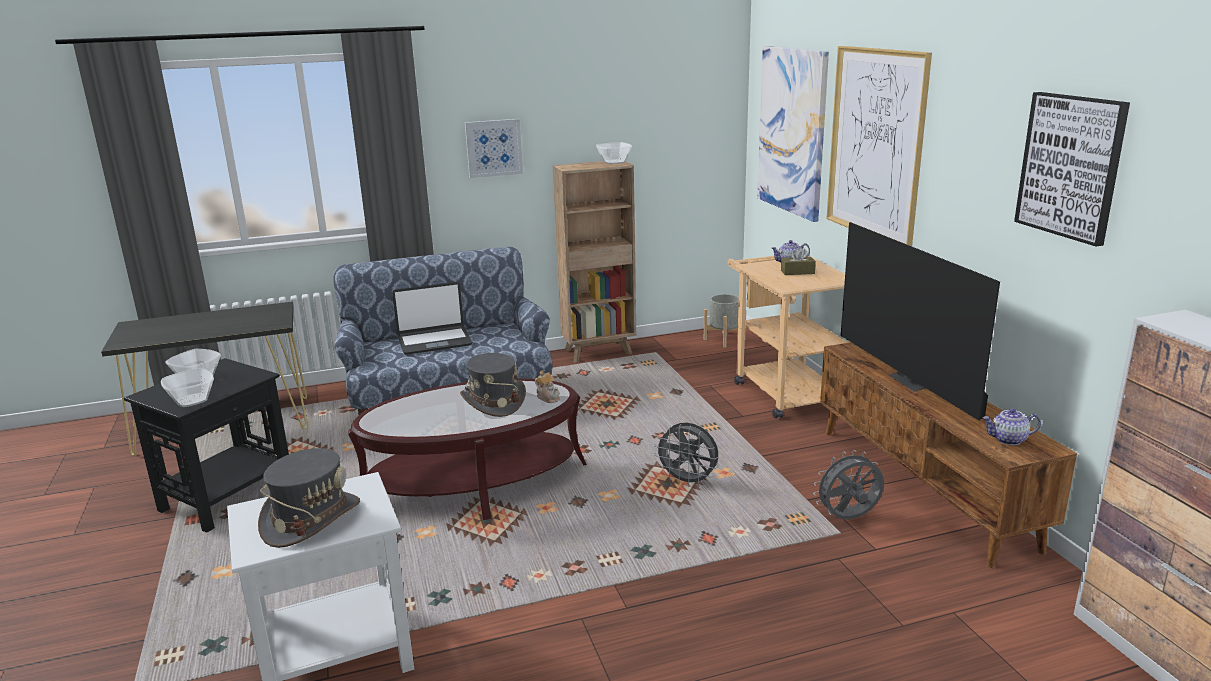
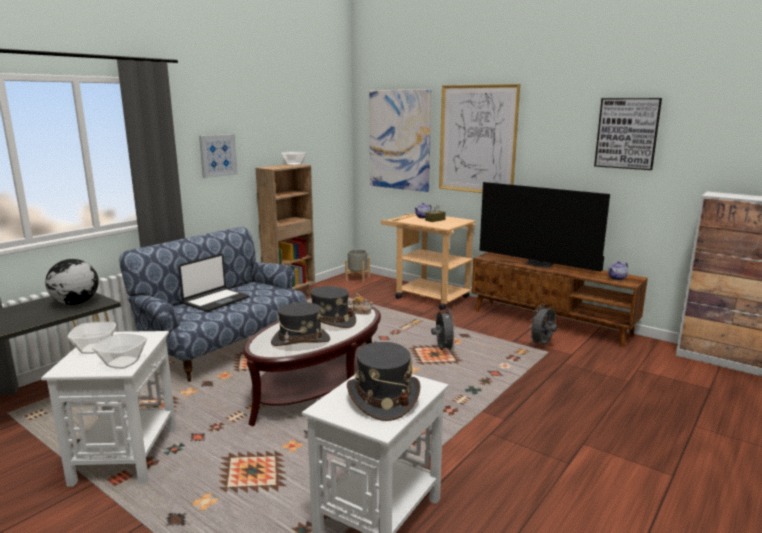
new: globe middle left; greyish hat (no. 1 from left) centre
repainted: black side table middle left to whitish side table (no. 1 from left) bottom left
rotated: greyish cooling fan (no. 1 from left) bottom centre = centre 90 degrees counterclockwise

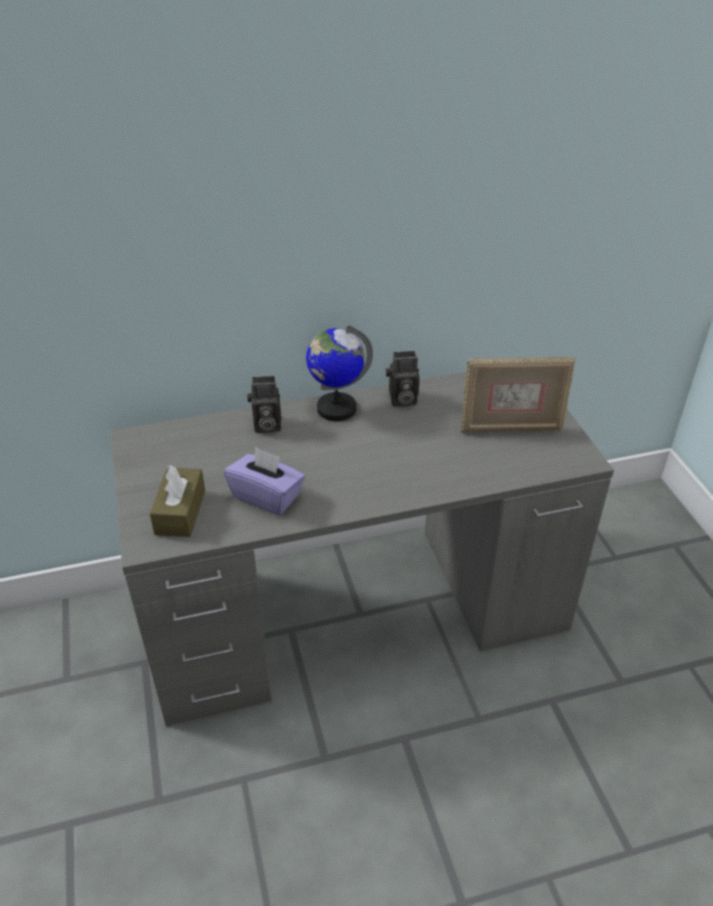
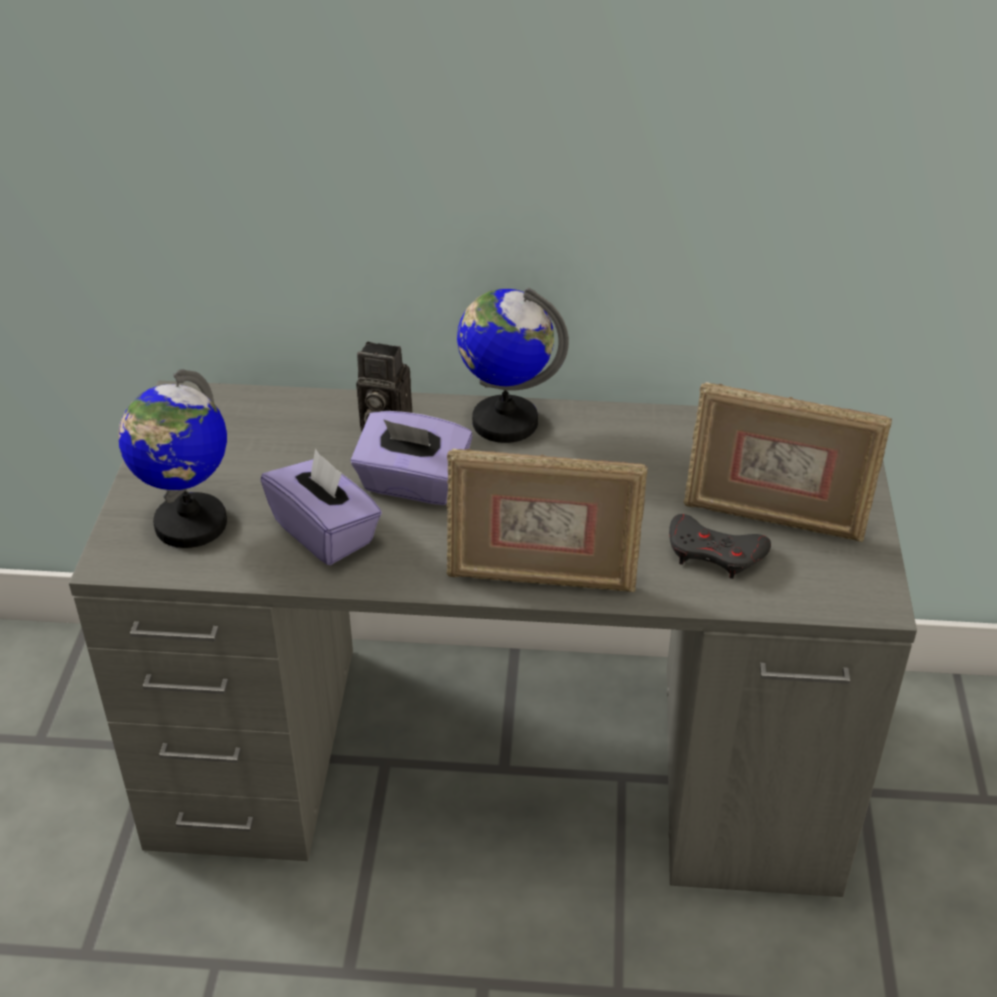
gone: still camera (no. 2 from left) centre
new: purple tissue holder (no. 2 from left) centre; standing frame (no. 1 from left) centre; greyish joypad middle right
swapped: brownish tissue holder middle left to globe (no. 1 from left) middle left

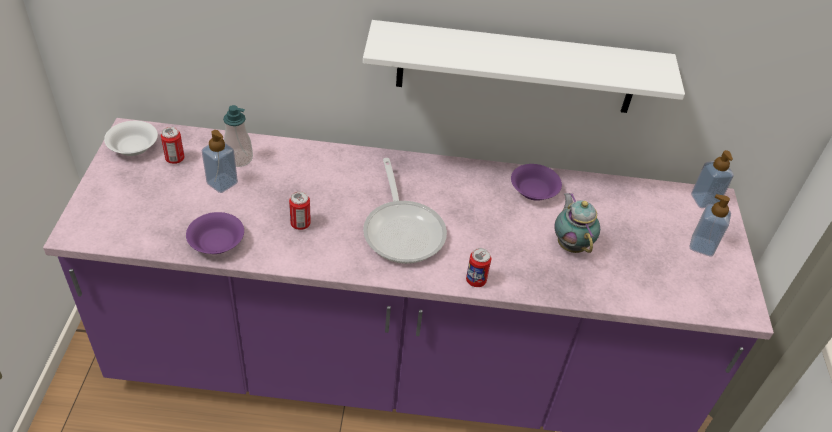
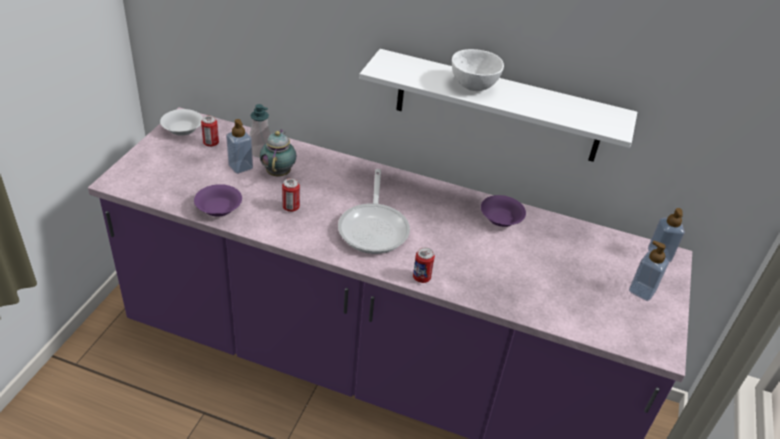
new: whitish deep dish (no. 2 from left) top centre
shifted: tea pot middle right to centre

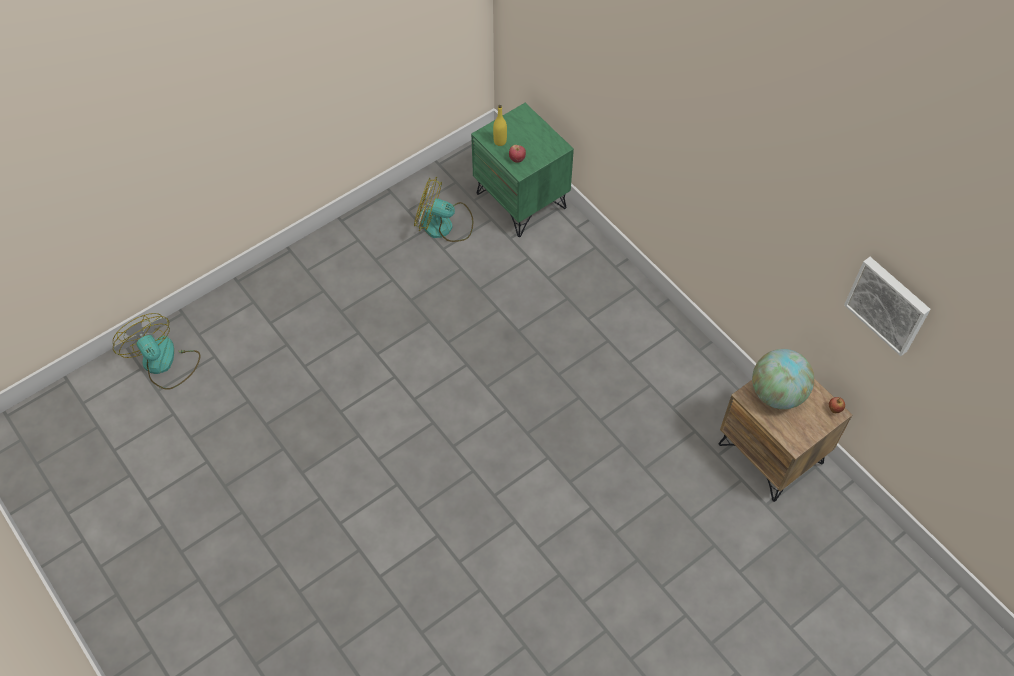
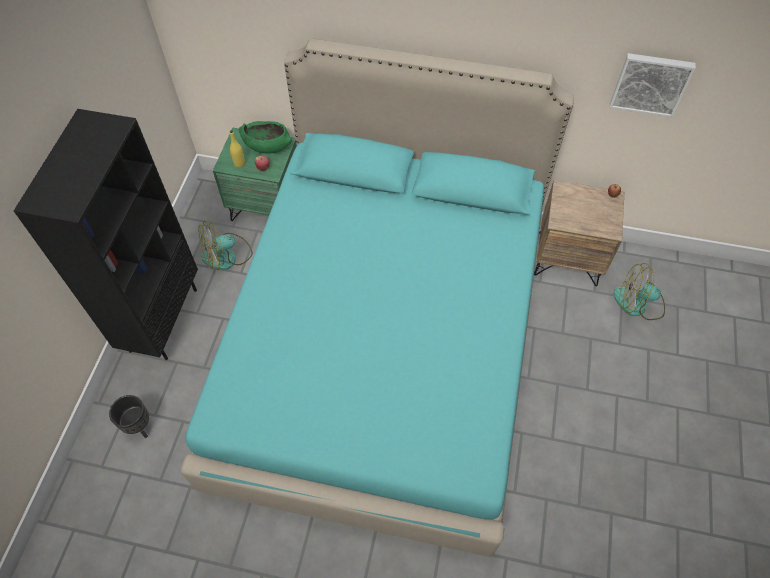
gone: globe middle right
new: turquoise bedroom bed centre; black shelving unit middle left; greenish deep dish top centre; black planter bottom left
shifted: cooling fan (no. 1 from left in the first image) middle left to cooling fan (no. 2 from left) middle right

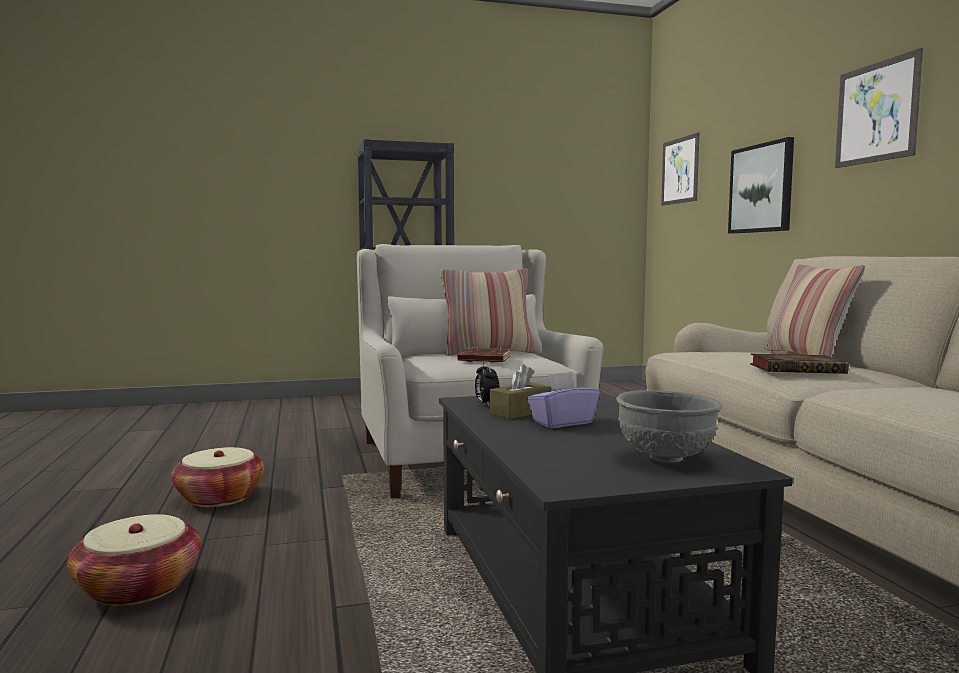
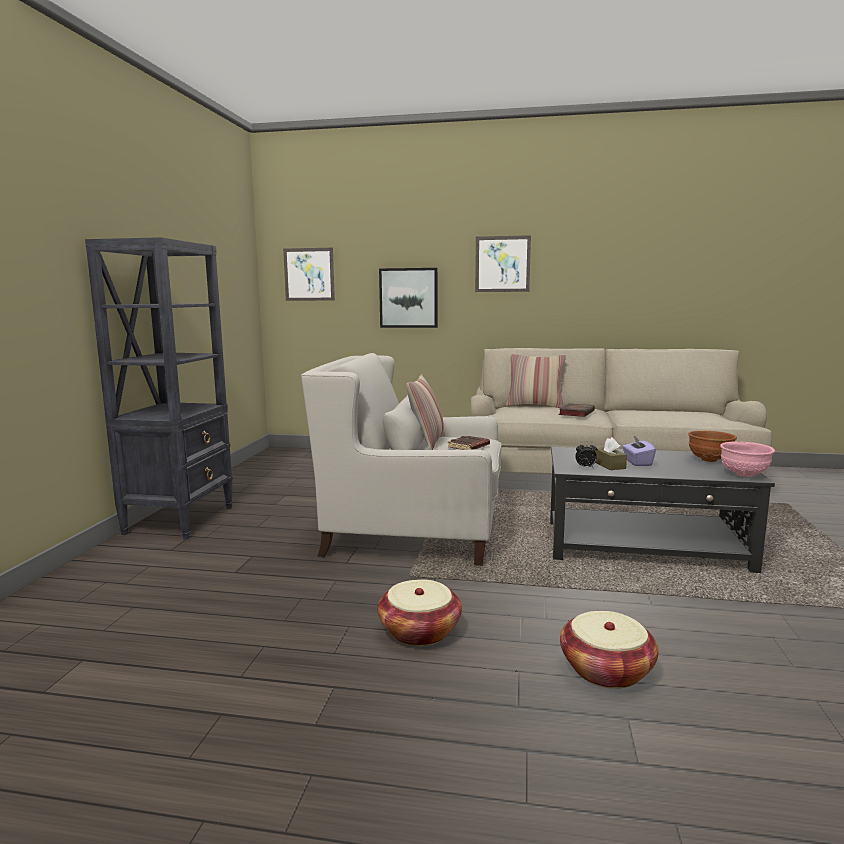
new: pink-coloured deep dish middle right
repainted: greyish deep dish middle right to brownish deep dish middle right

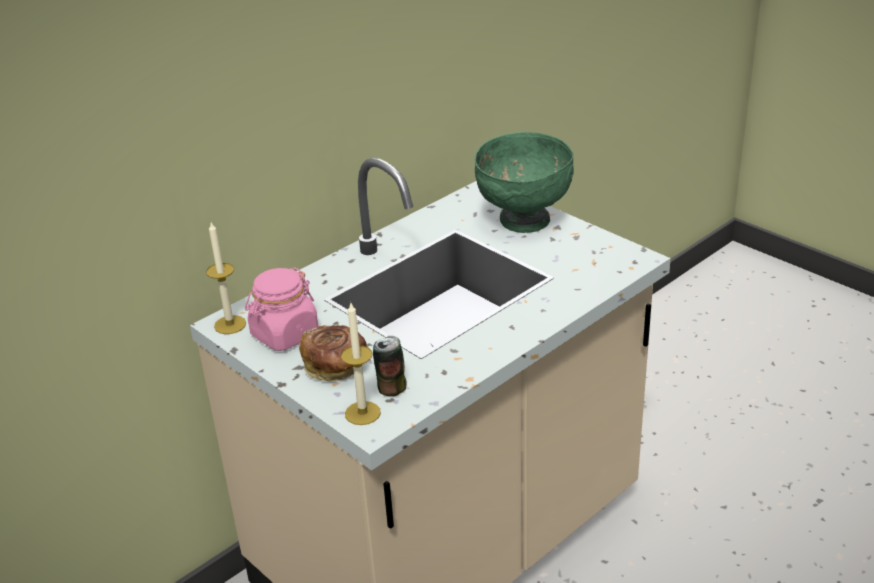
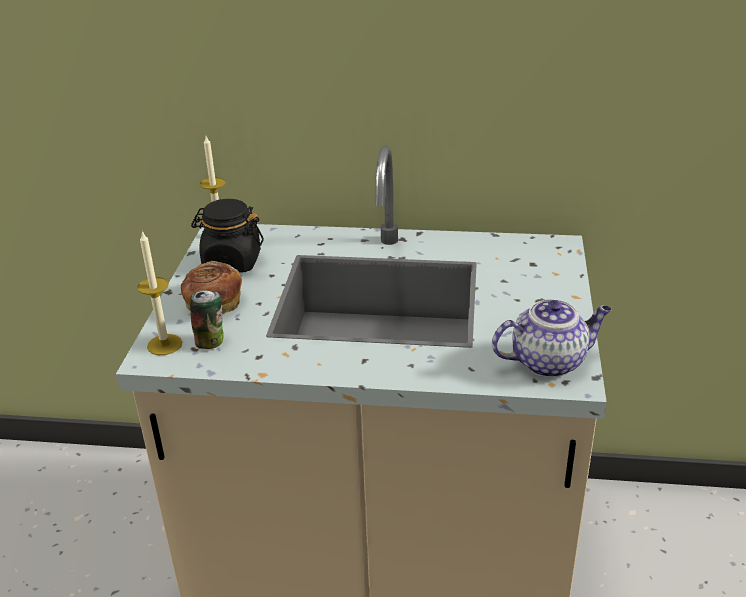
gone: greenish deep dish top centre
new: tea pot middle right
repainted: pink-coloured preserve jar middle left to black preserve jar middle left

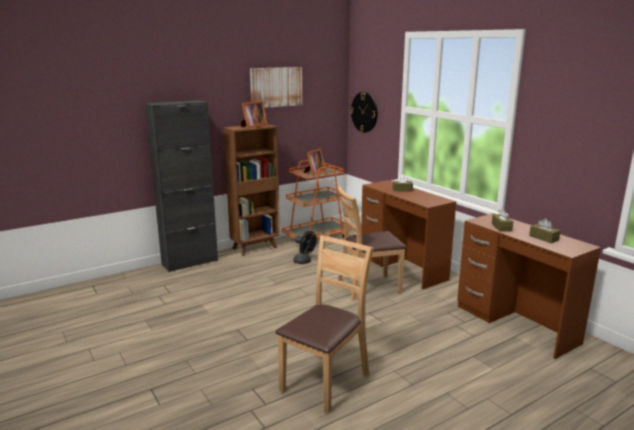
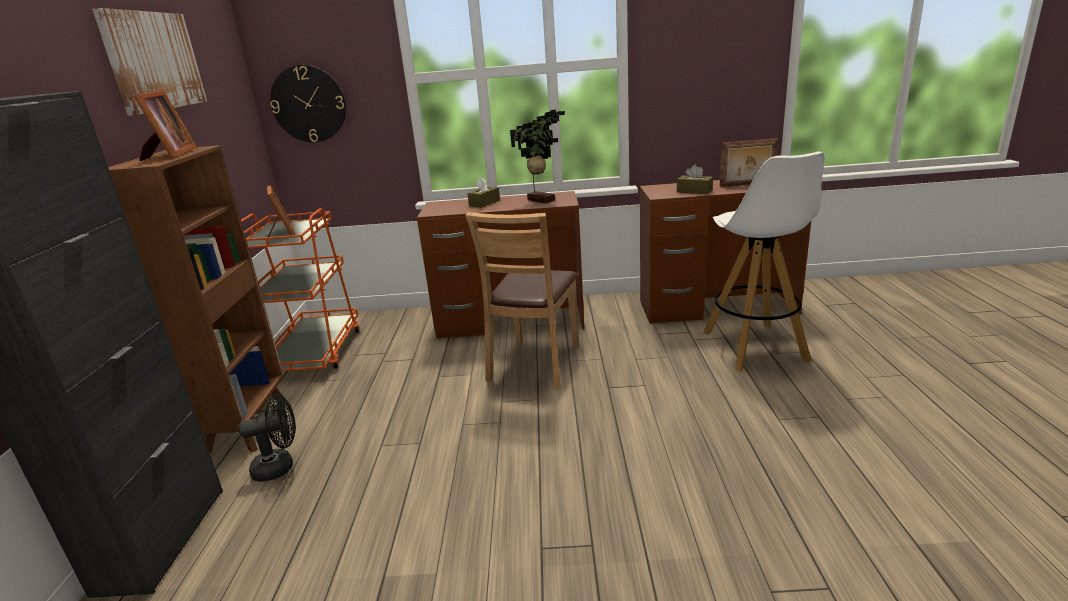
gone: brownish upright chair (no. 1 from left) bottom centre
new: houseplant top centre; whitish stool seat middle right
shifted: black cooling fan centre to bottom left
swapped: brownish tissue holder (no. 3 from left) middle right to standing frame (no. 3 from left) top right

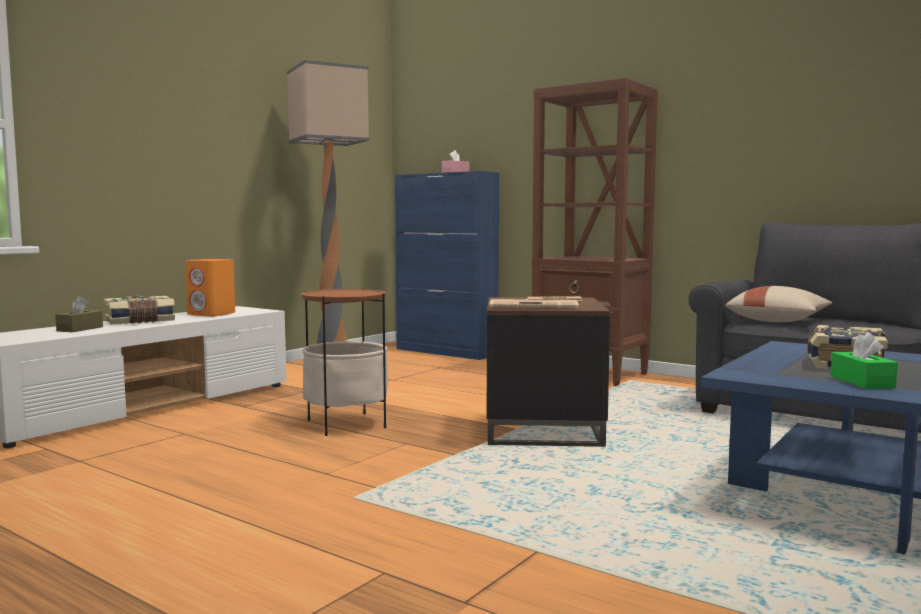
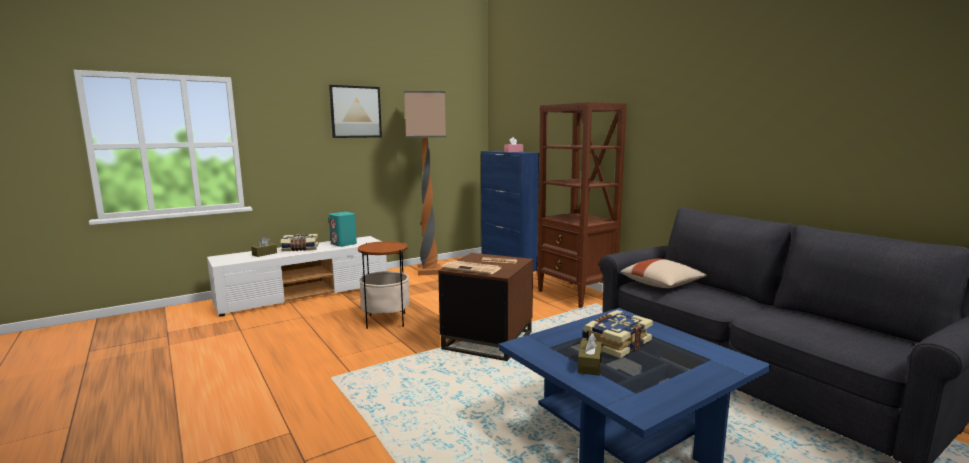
new: wall art top centre
repainted: orangey audio speaker middle left to turquoise audio speaker centre; greenish tissue holder middle right to brownish tissue holder (no. 2 from left) bottom centre

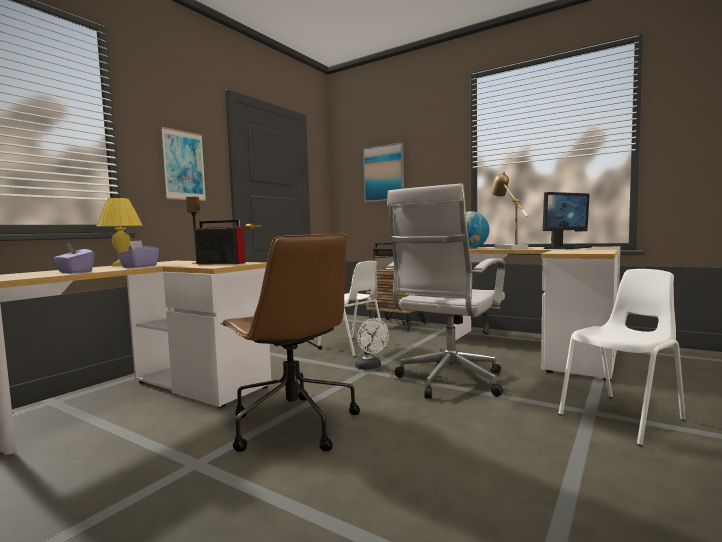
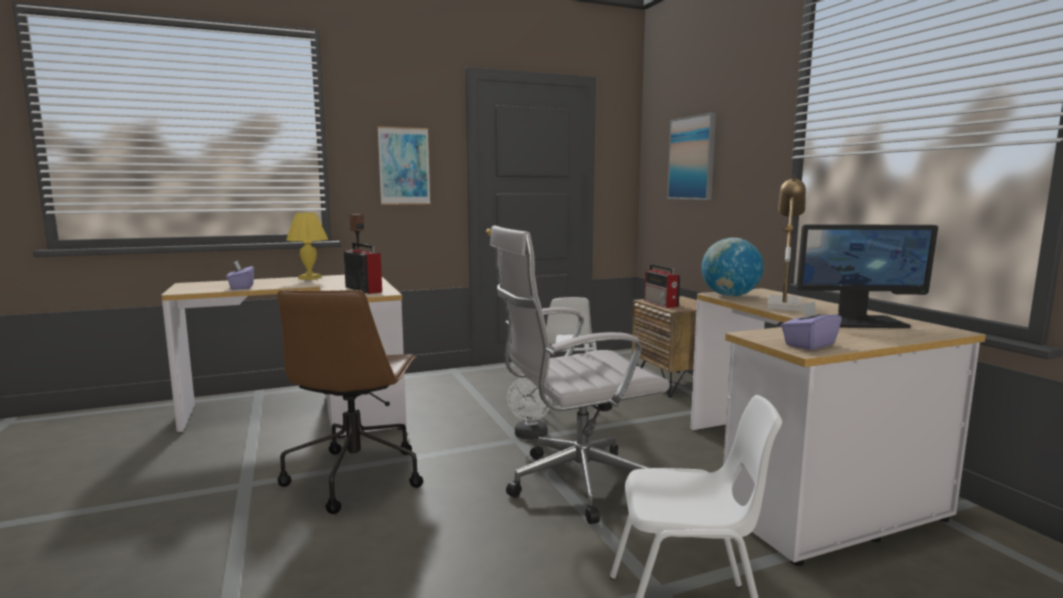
shifted: purple tissue holder (no. 2 from left) middle left to middle right

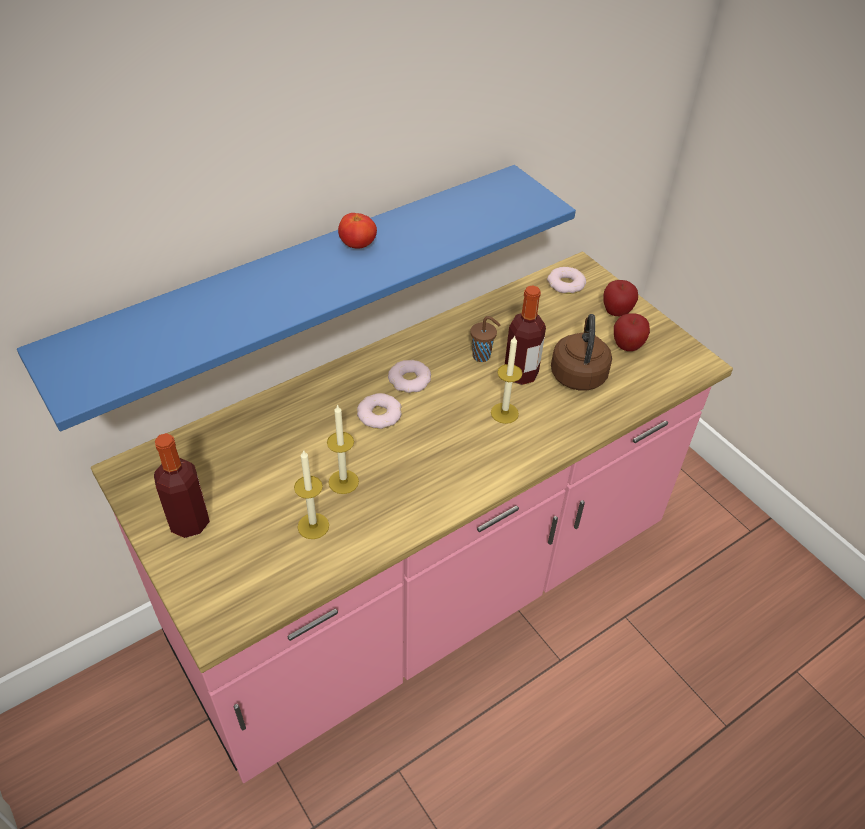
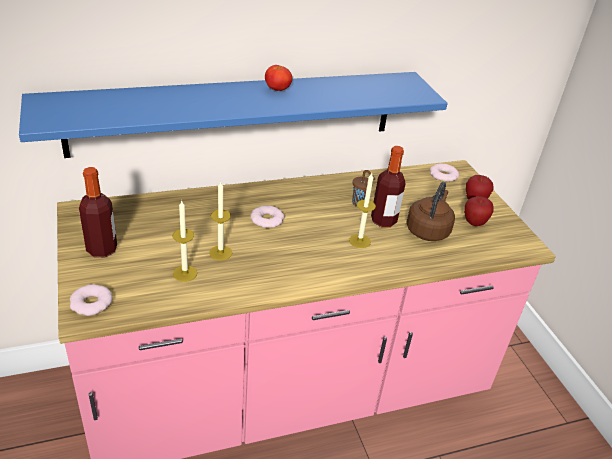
shifted: ring doughnut (no. 2 from left in the first image) centre to ring doughnut (no. 1 from left) middle left

